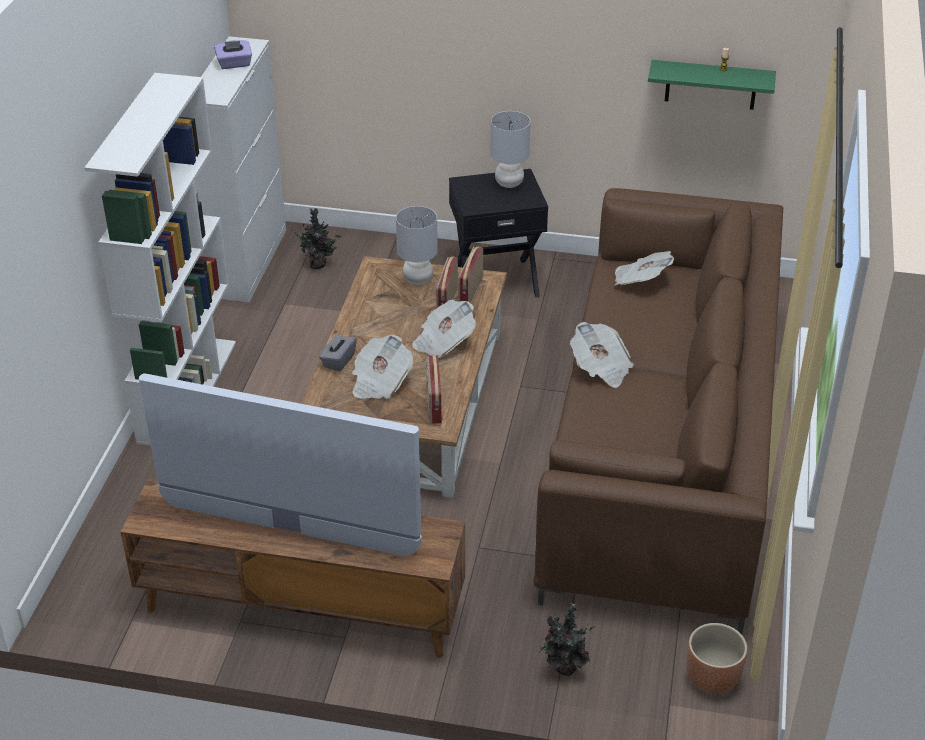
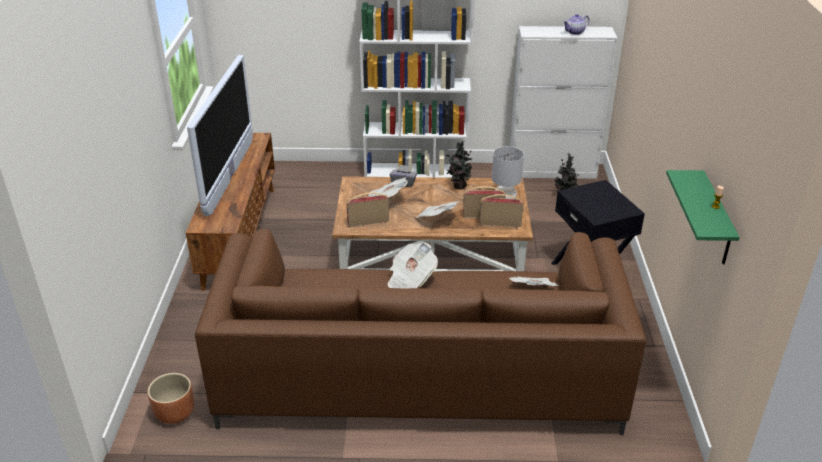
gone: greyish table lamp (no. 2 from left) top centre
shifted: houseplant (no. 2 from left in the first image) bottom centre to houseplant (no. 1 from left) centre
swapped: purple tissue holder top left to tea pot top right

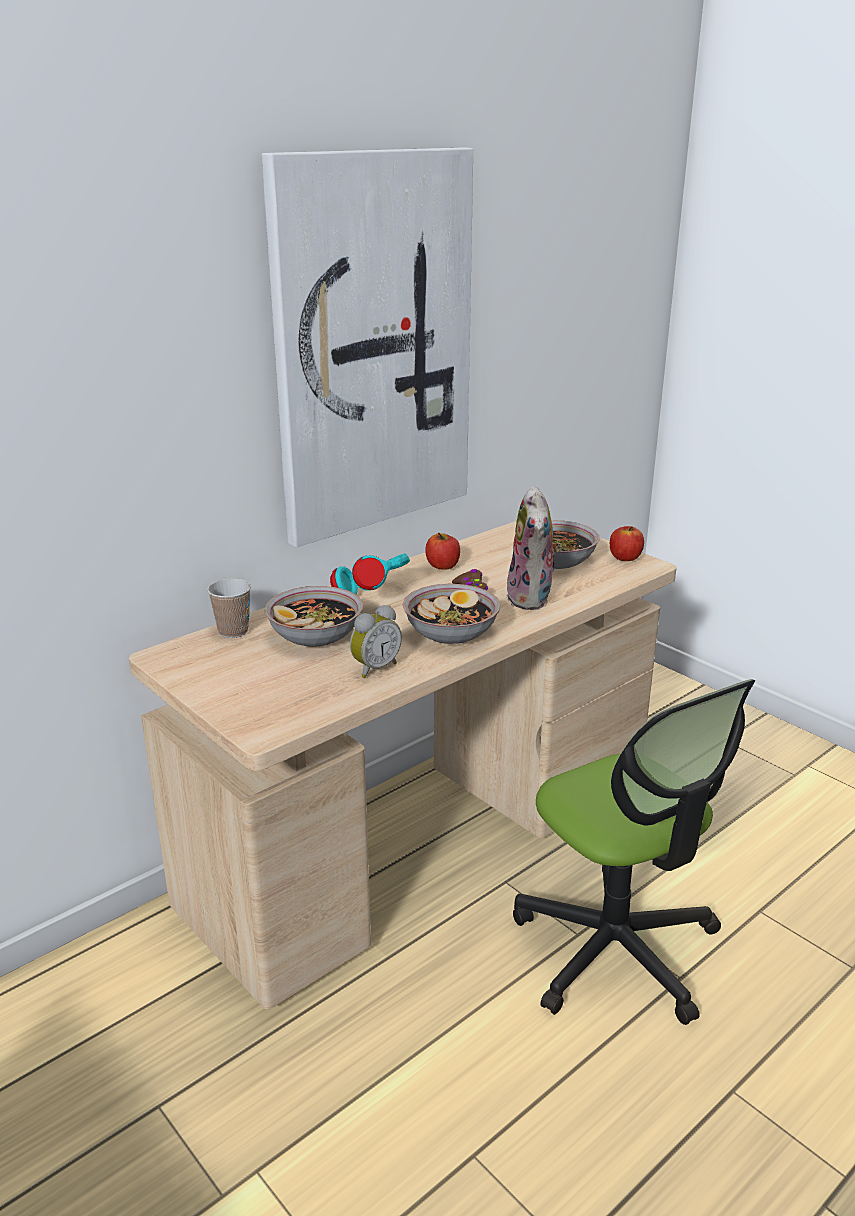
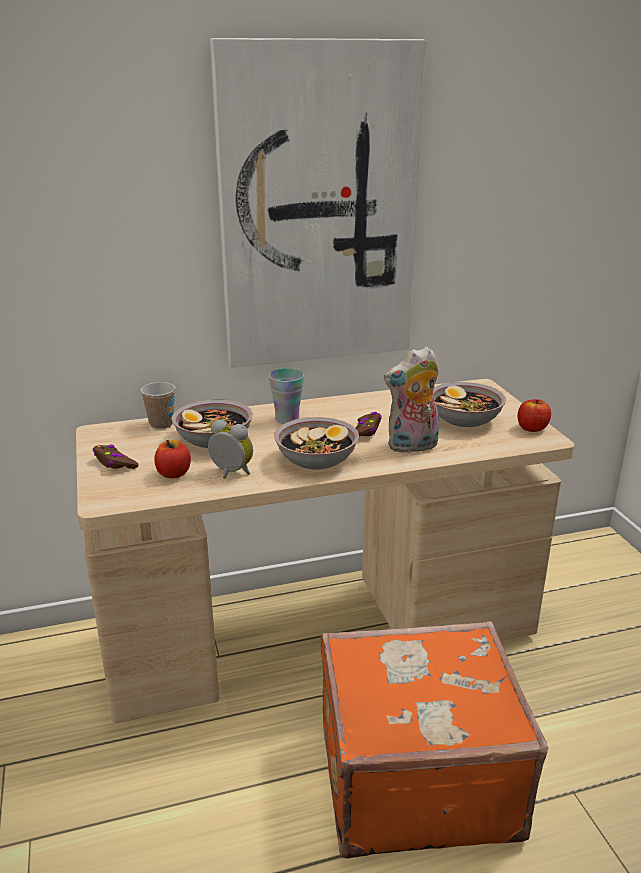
new: brownish joypad (no. 1 from left) middle left
shifted: apple fruit (no. 1 from left) centre to middle left
swapped: turquoise headphones centre to drinking cup (no. 2 from left) centre; office chair bottom right to orangey travel case bottom right
rotated: plush toy centre = centre 45 degrees clockwise; bedside clock centre = centre 135 degrees counterclockwise

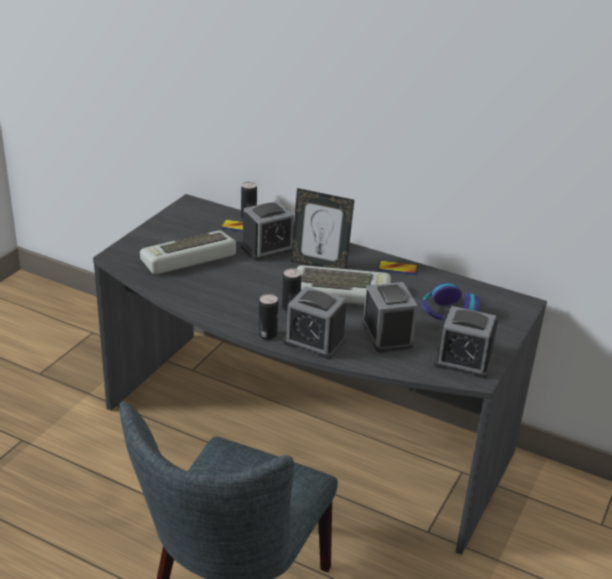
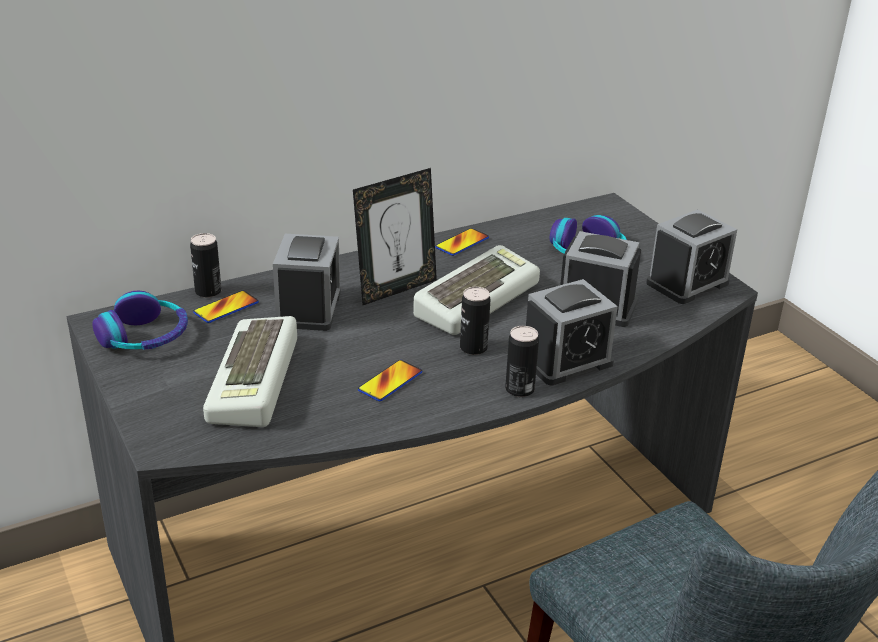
new: headphones (no. 1 from left) middle left; phone (no. 2 from left) centre

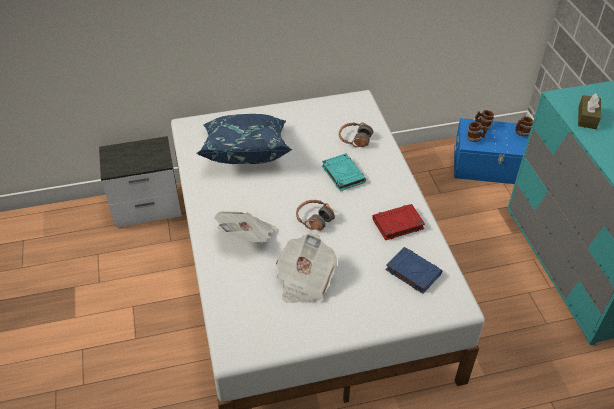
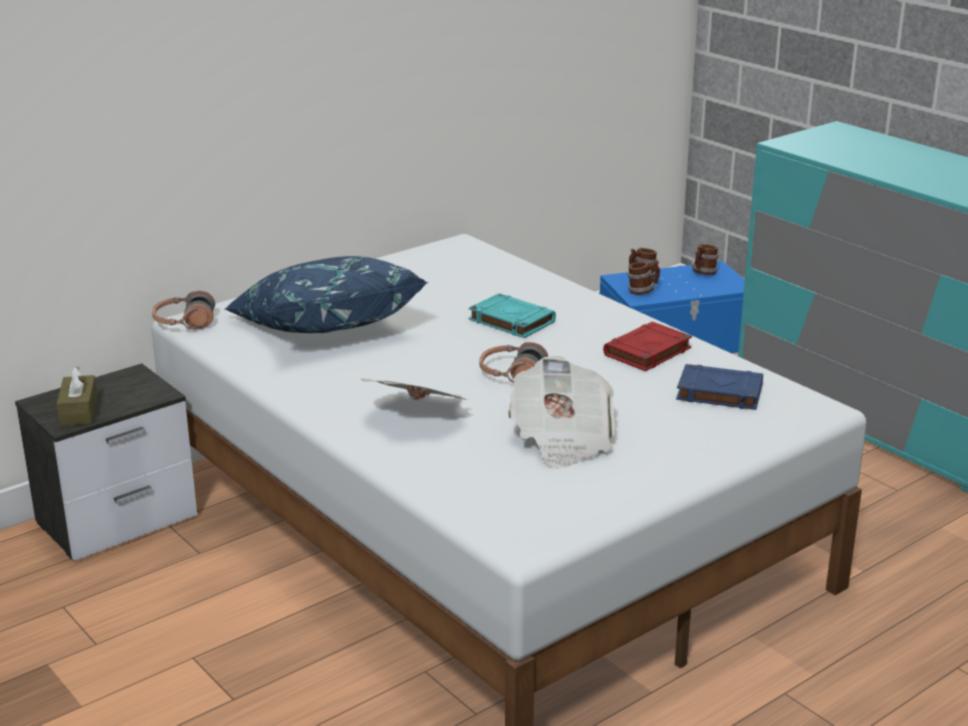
shifted: brownish tissue holder top right to middle left; headphones (no. 2 from left in the first image) top centre to headphones (no. 1 from left) middle left

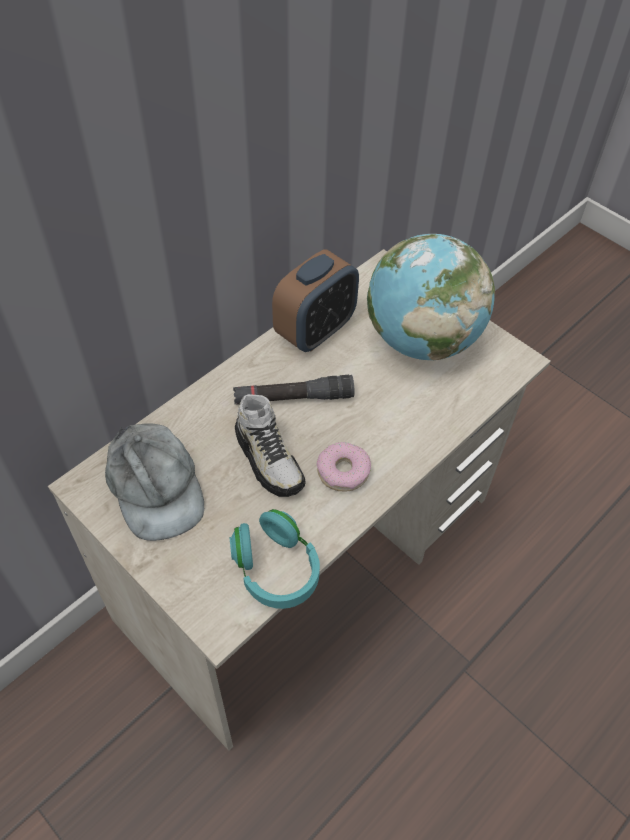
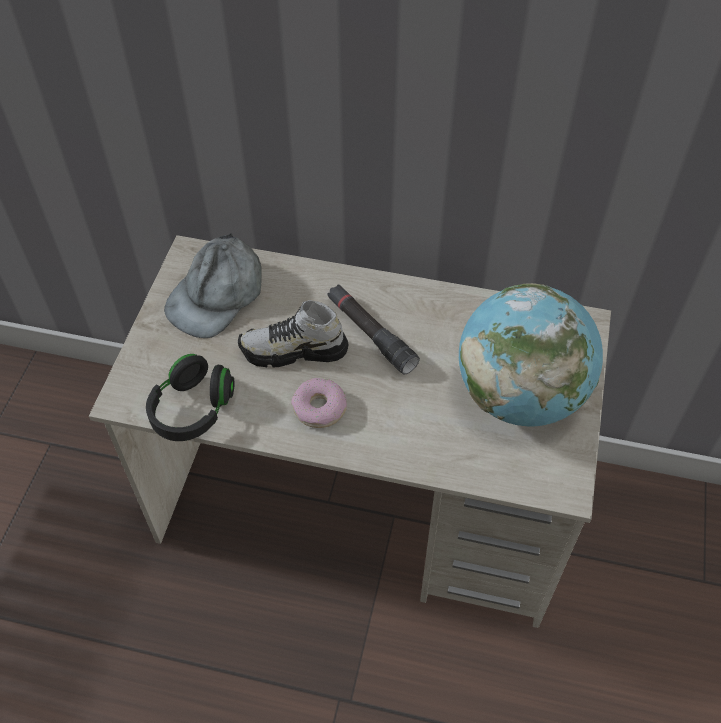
gone: bedside clock centre
repainted: turquoise headphones centre to black headphones middle left
rotated: item of footwear centre = centre 60 degrees clockwise

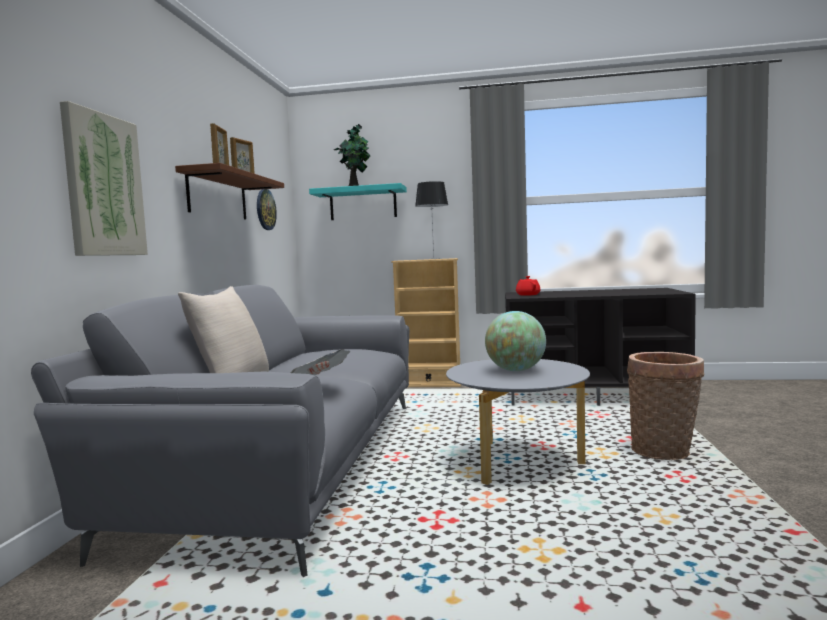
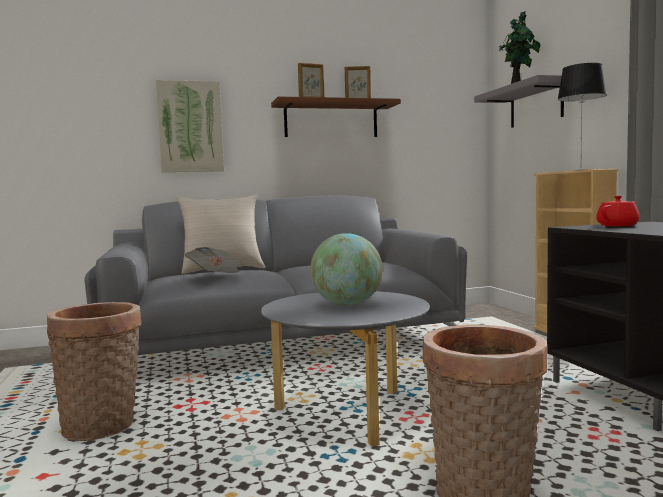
gone: hanging clock middle left
new: basket (no. 1 from left) bottom left
repainted: turquoise bracket shelf top centre to greyish bracket shelf top right

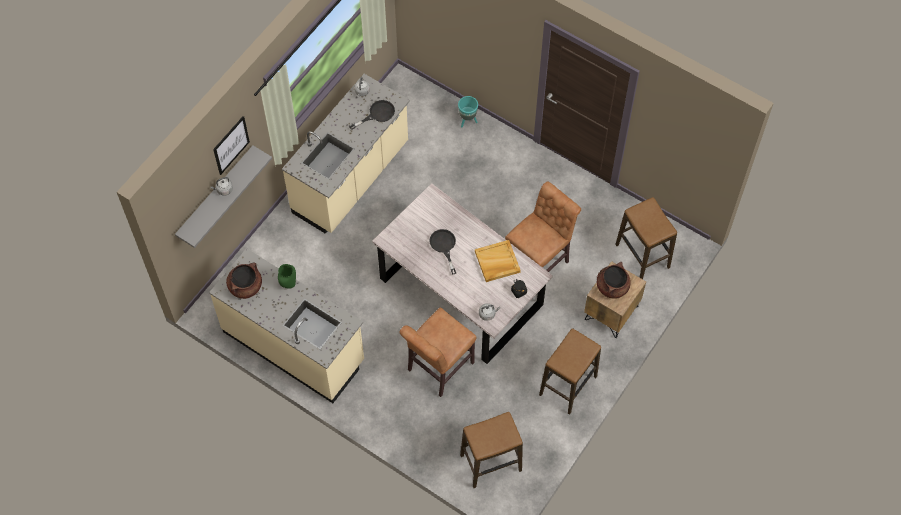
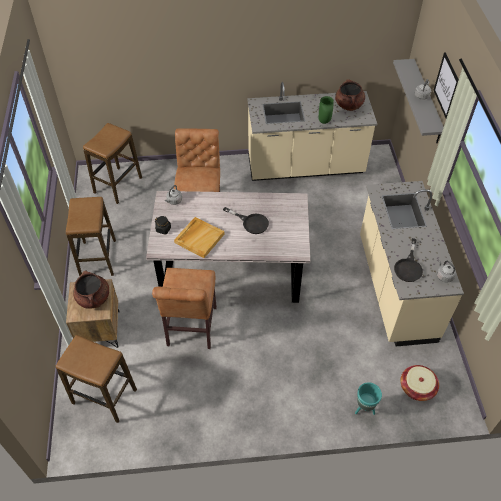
new: basket bottom right

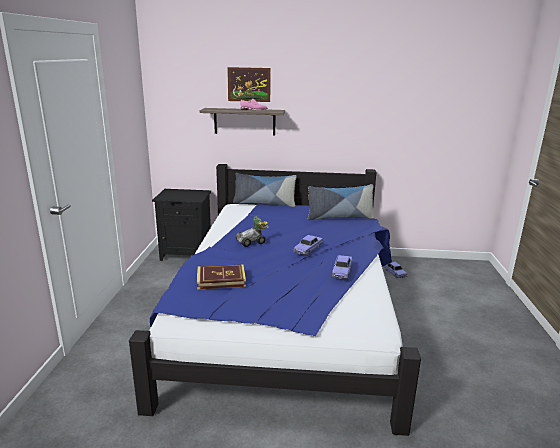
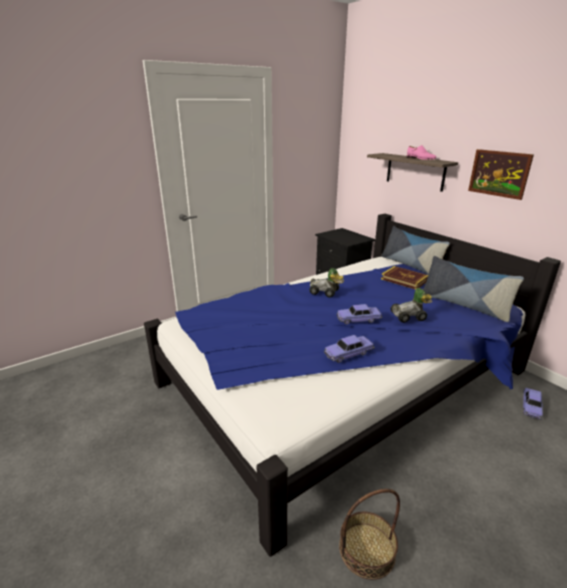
new: miniature car (no. 4 from left) middle right; basket bottom centre
shifted: wall art top centre to top right; book centre to middle right

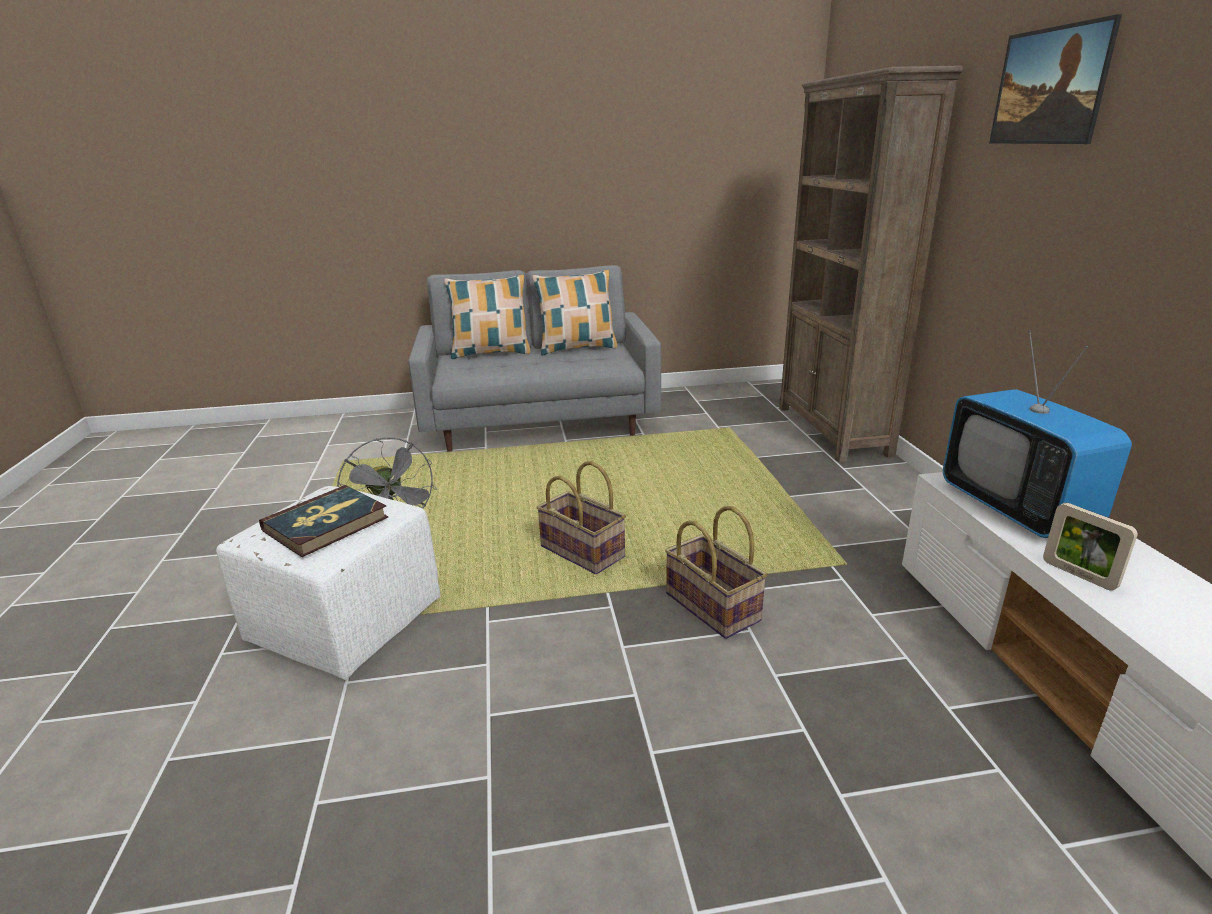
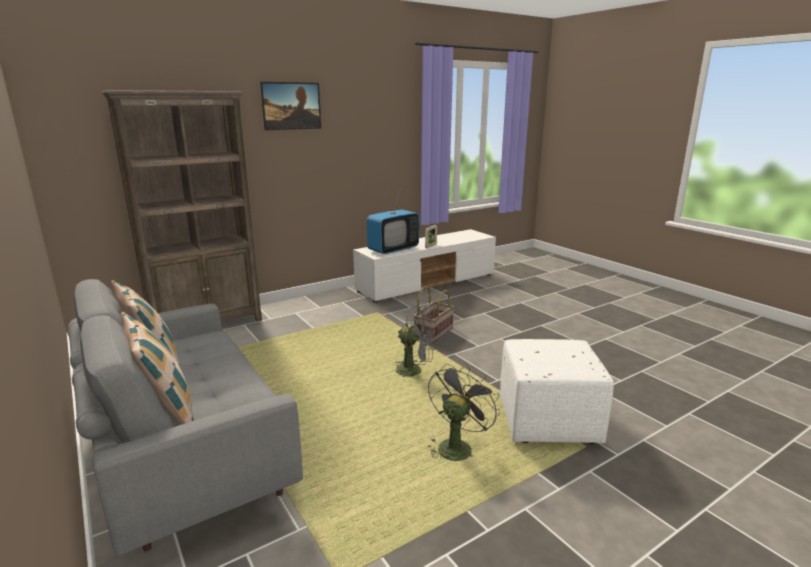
gone: book middle left
swapped: basket (no. 1 from left) centre to greyish cooling fan (no. 1 from left) centre

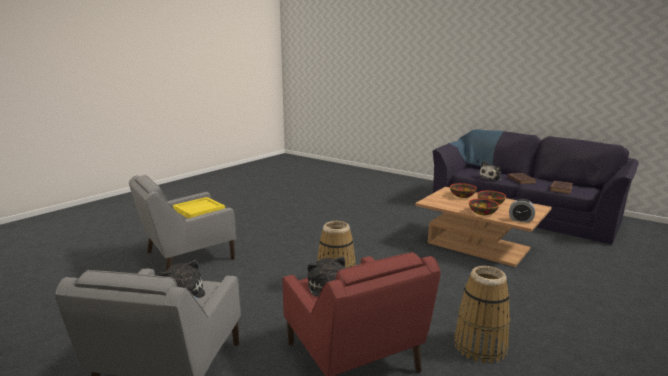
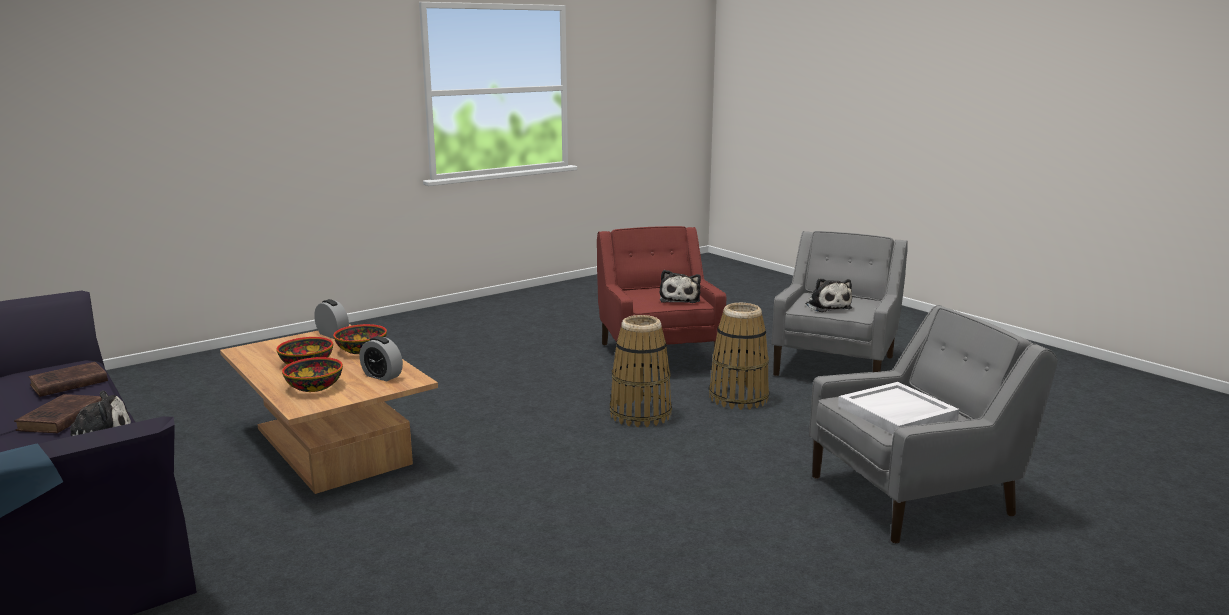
new: bedside clock (no. 2 from left) middle left
shifted: basket (no. 2 from left) bottom right to centre
repainted: yellowish serving tray middle left to whitish serving tray middle right

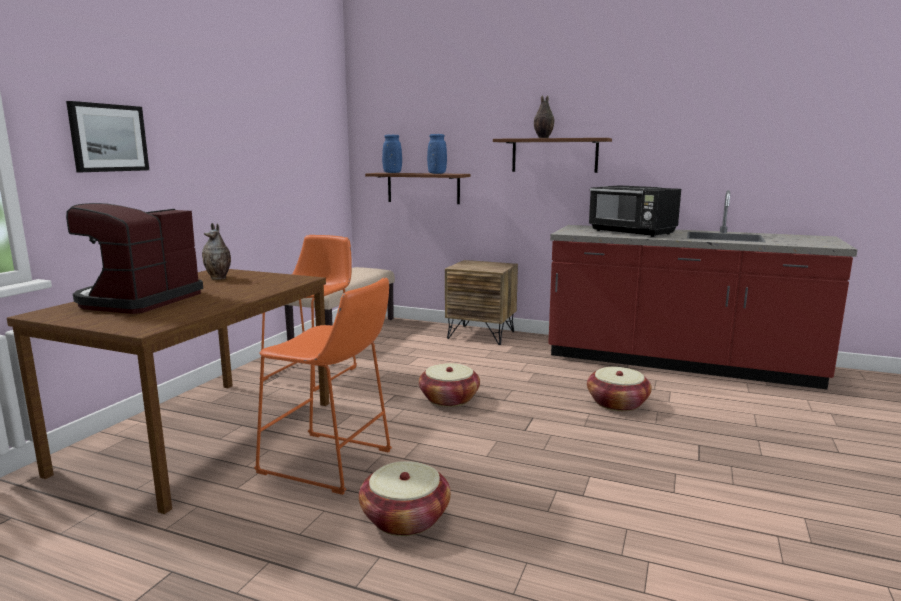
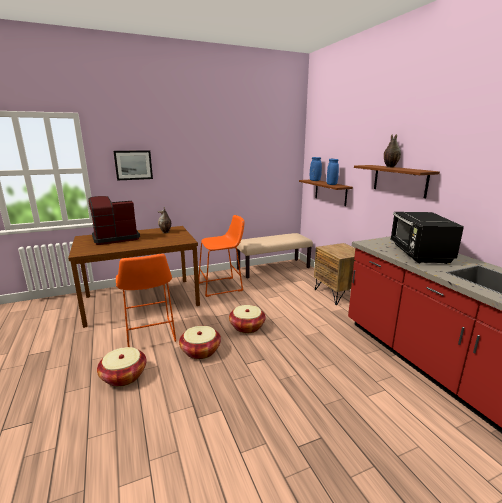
shifted: basket (no. 3 from left in the first image) middle right to basket (no. 2 from left) bottom centre

